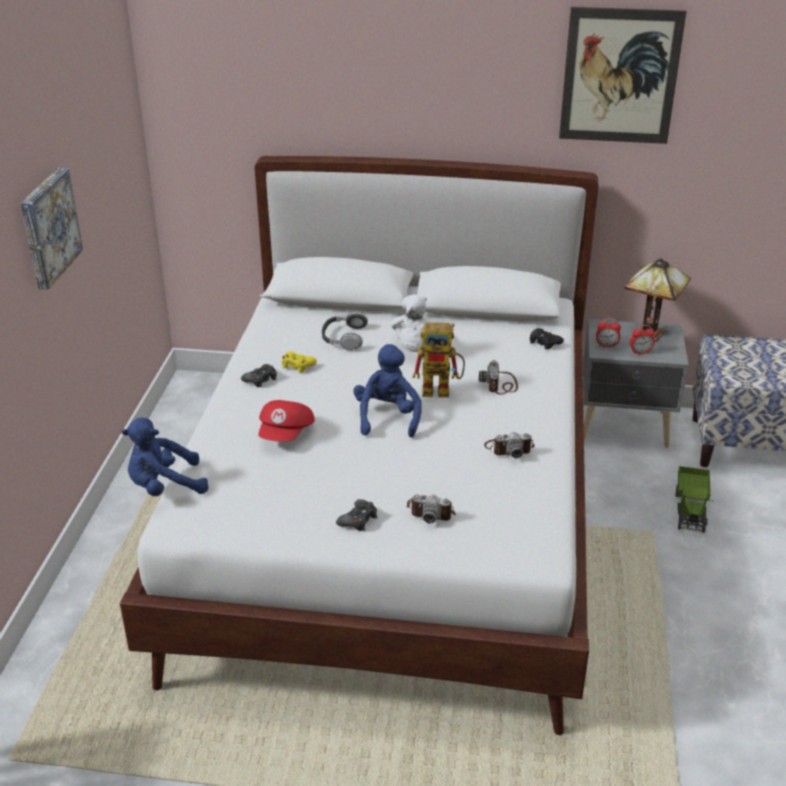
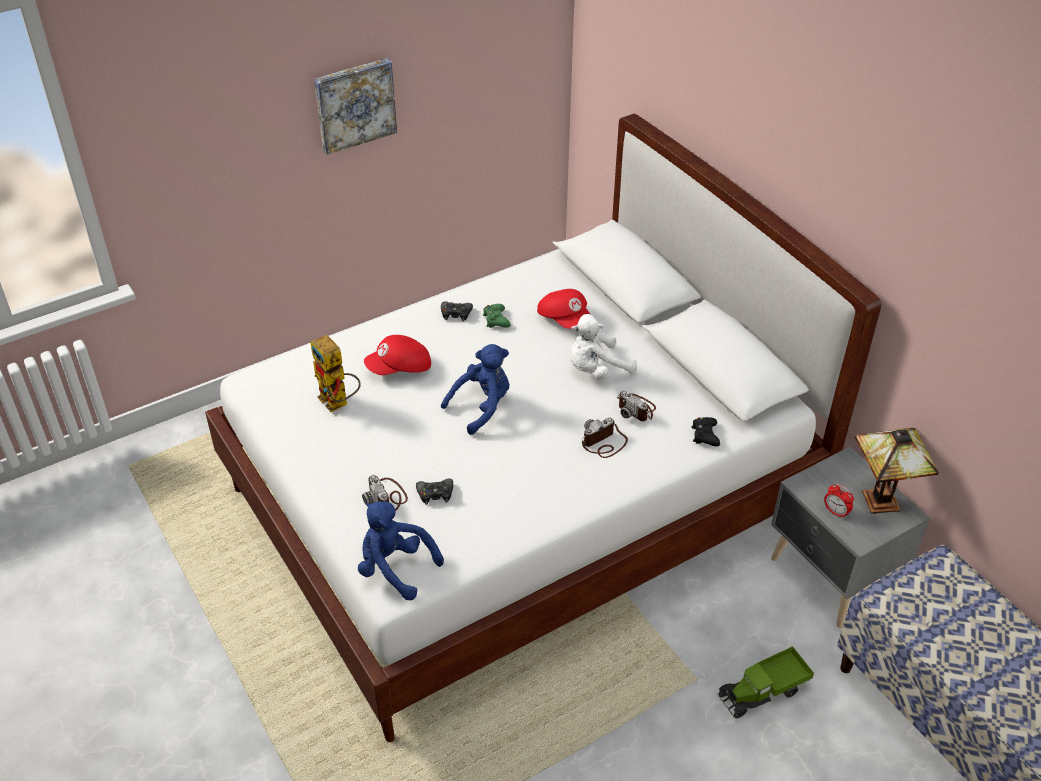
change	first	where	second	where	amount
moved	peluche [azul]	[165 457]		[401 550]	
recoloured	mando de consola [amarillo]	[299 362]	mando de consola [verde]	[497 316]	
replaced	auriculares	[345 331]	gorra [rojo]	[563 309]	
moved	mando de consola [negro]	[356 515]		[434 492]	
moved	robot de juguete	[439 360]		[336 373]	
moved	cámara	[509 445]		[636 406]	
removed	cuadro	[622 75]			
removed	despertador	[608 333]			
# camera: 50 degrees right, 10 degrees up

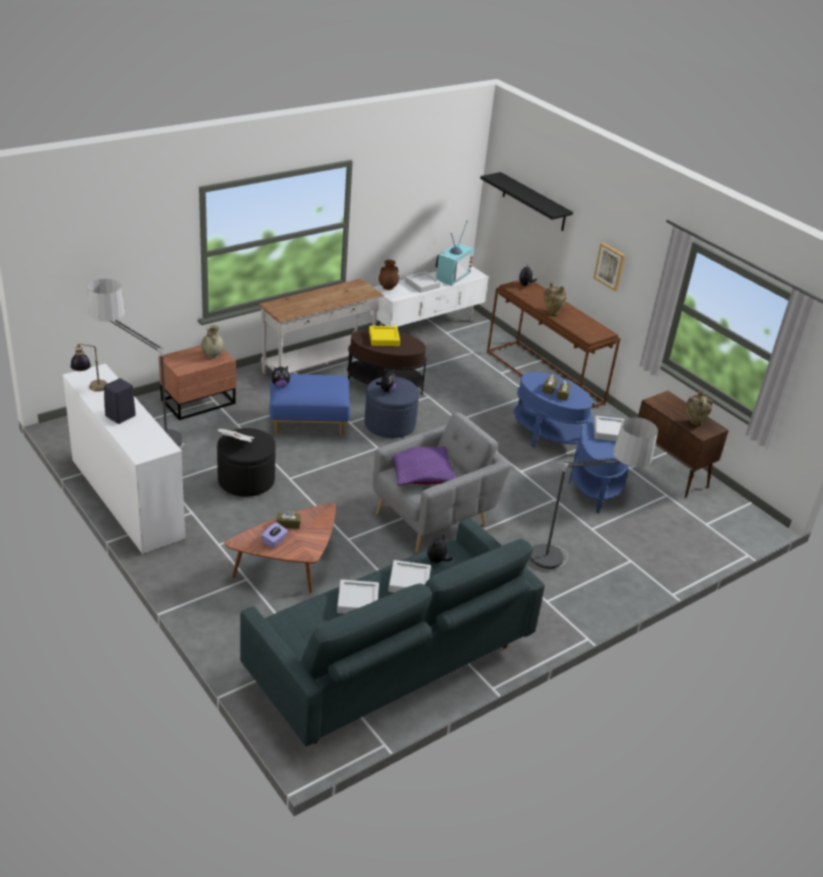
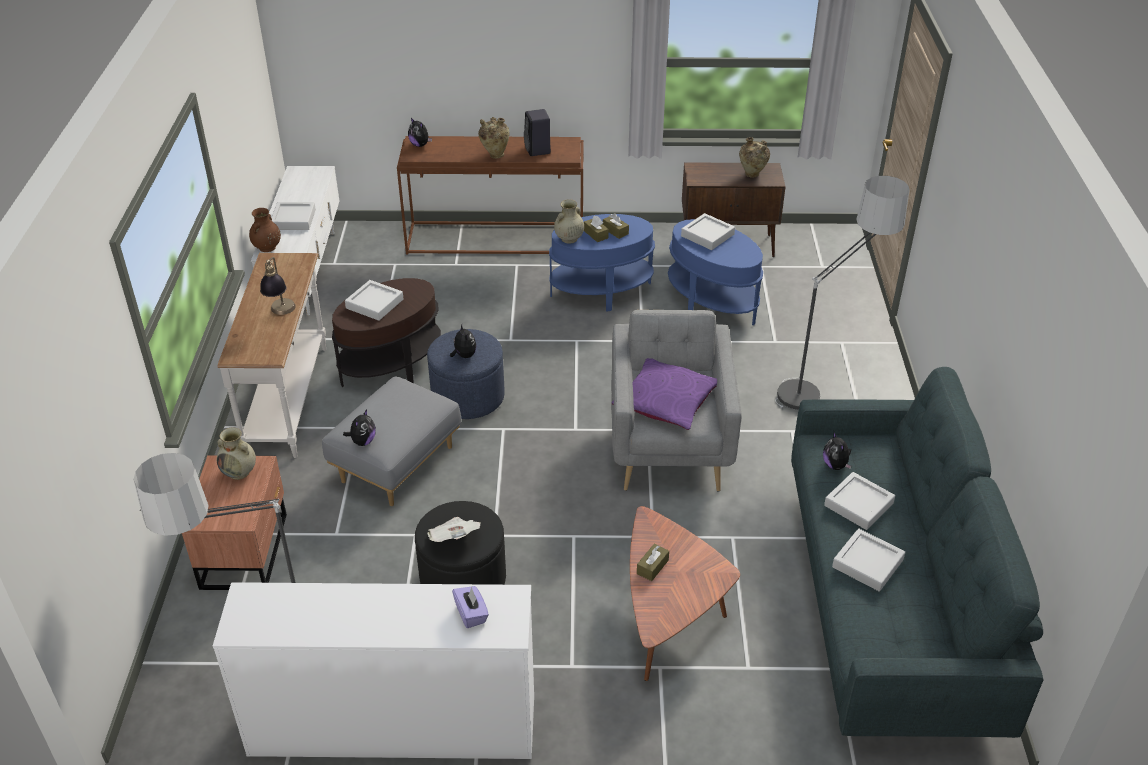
change	first	where	second	where	amount
moved	lámpara de mesa	[89 367]		[278 286]	
moved	altavoz [negro]	[120 401]		[537 132]	
moved	caja de pañuelos [morado]	[274 535]		[470 607]	
recoloured	puf [azul]	[310 405]	puf [gris]	[391 441]	
recoloured	bandeja [amarillo]	[384 336]	bandeja [gris]	[374 300]	
removed	televisor	[454 253]			
removed	estante [negro]	[526 201]			
removed	cuadro	[609 267]			
added			florero [beis]	[569 221]	
# camera: 50 degrees left, 5 degrees up

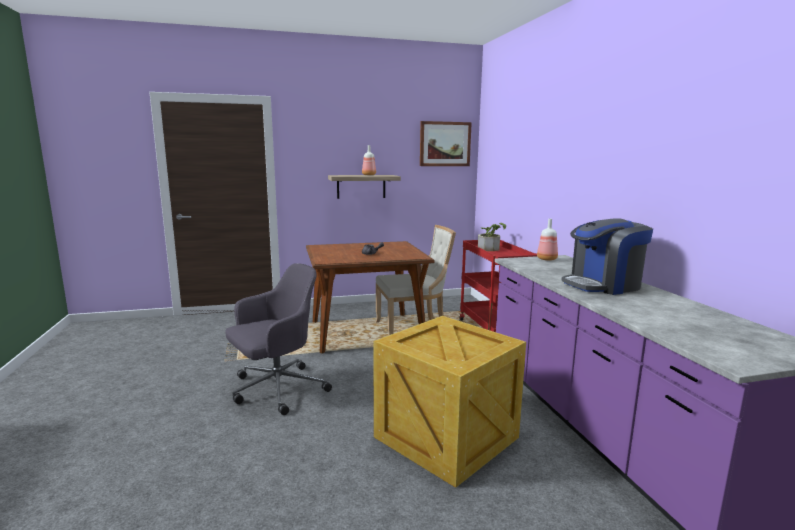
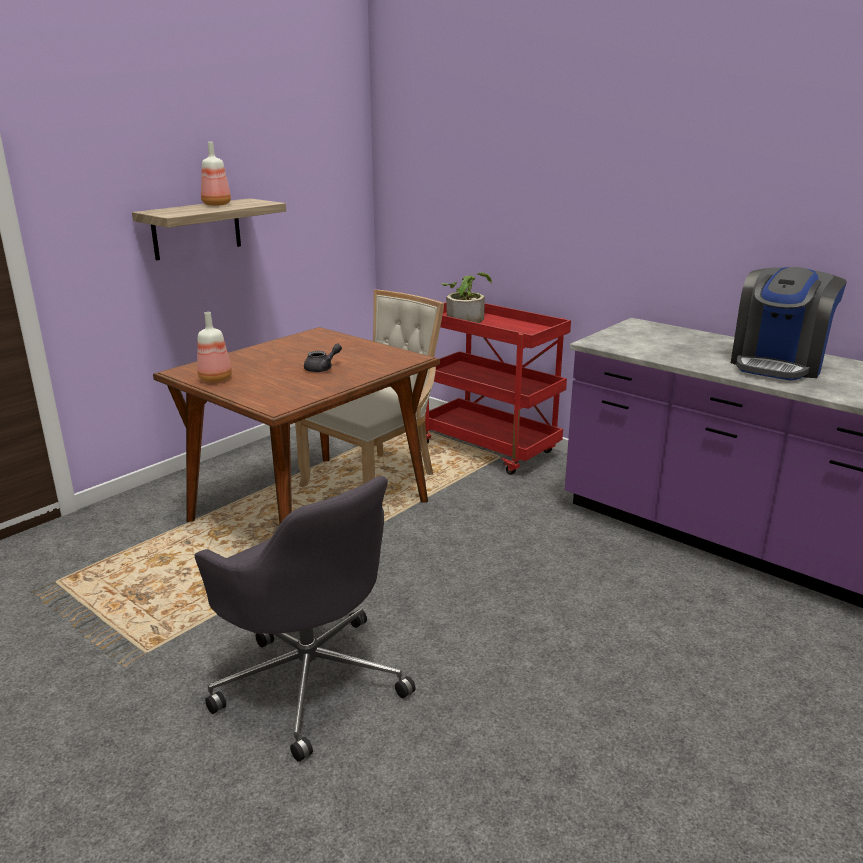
change	first	where	second	where	amount
turned	silla de oficina [gris]	[278 339]		[305 619]	120 degrees clockwise
removed	caja de embalaje	[449 402]			
removed	cuadro	[446 143]			
moved	botella	[547 240]		[214 347]	
# camera: 35 degrees left, 10 degrees up

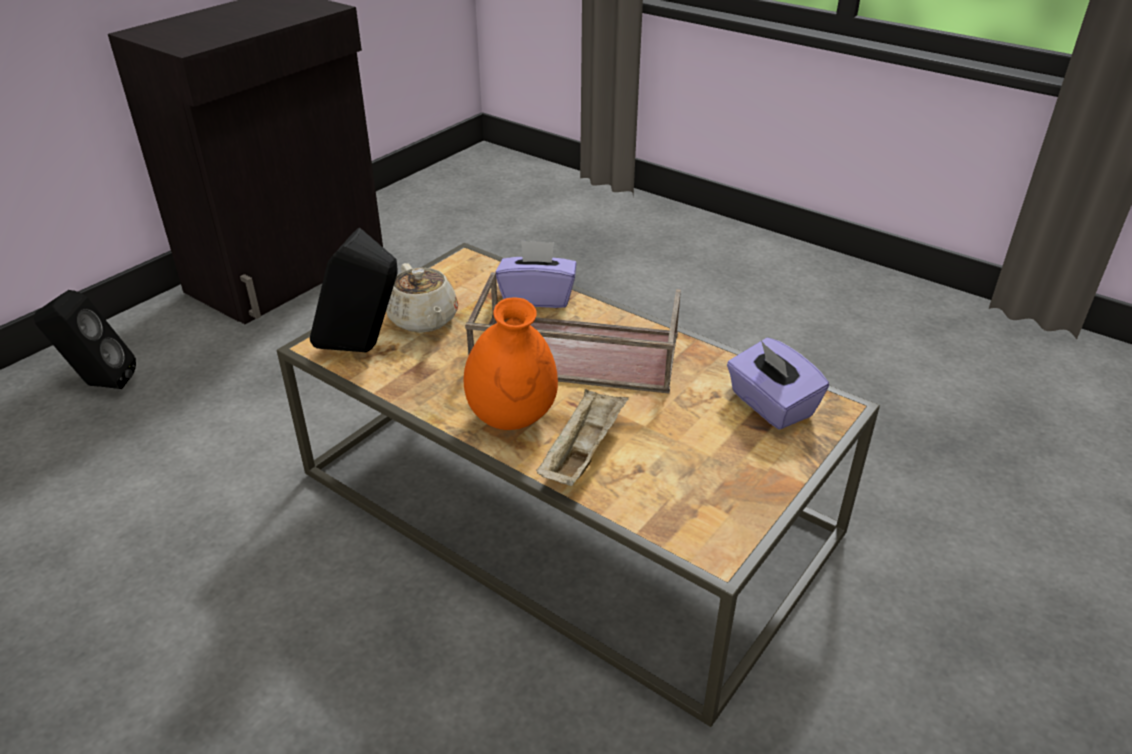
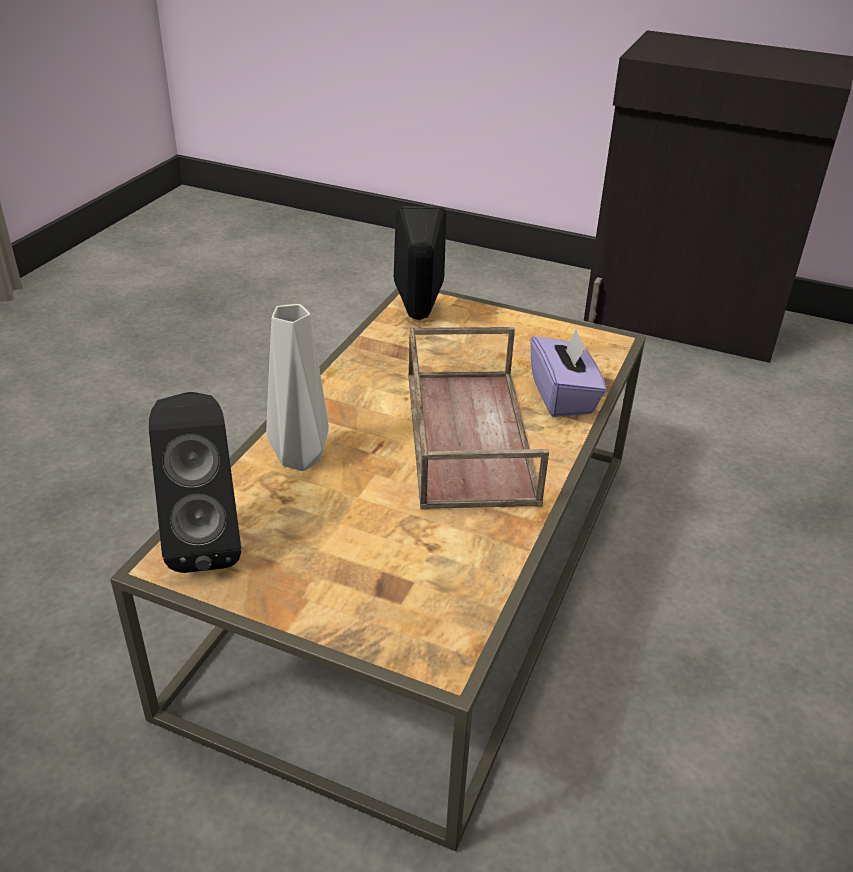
change	first	where	second	where	amount
moved	altavoz [negro]	[85 339]		[195 482]	
removed	tetera [beis]	[422 298]			
removed	florero [naranja]	[511 363]			
replaced	bandeja [beis]	[582 437]	florero [gris]	[297 387]	
removed	caja de pañuelos [morado]	[778 384]			
# camera: 75 degrees right, 0 degrees up

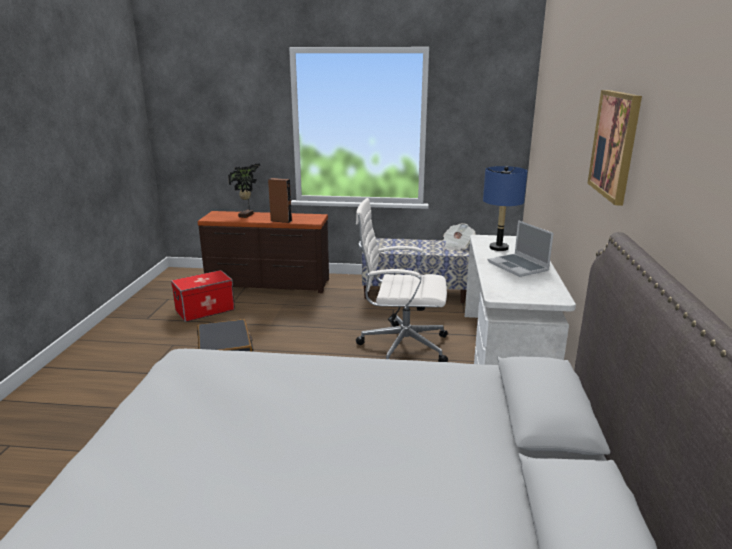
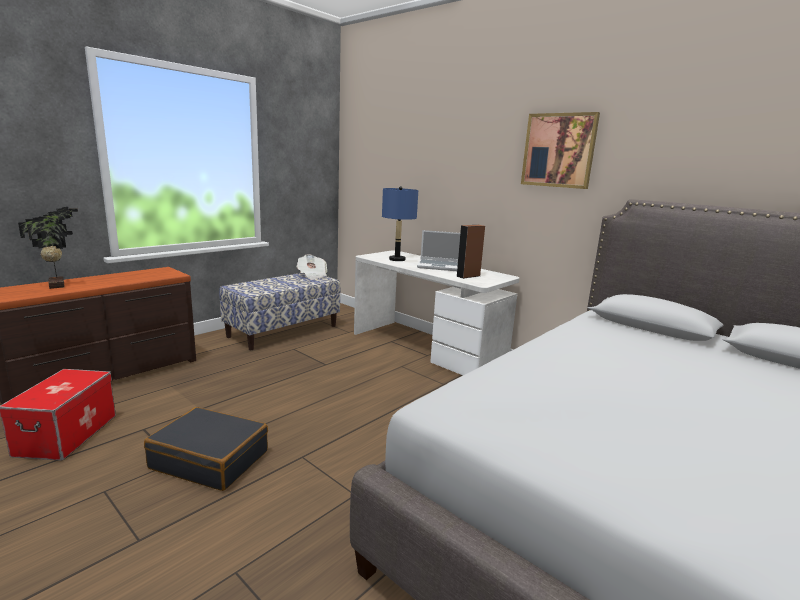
change	first	where	second	where	amount
moved	altavoz [marrón]	[280 200]		[470 252]	
removed	silla de oficina [blanco]	[402 280]			
# camera: 55 degrees left, 5 degrees down

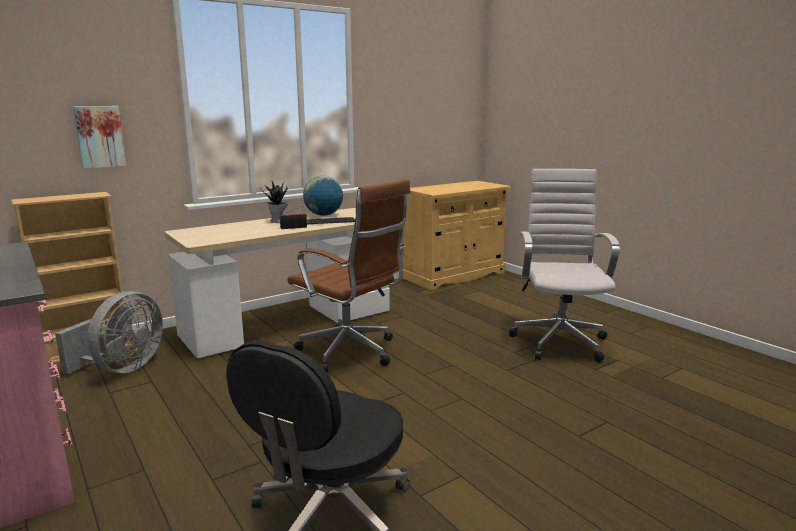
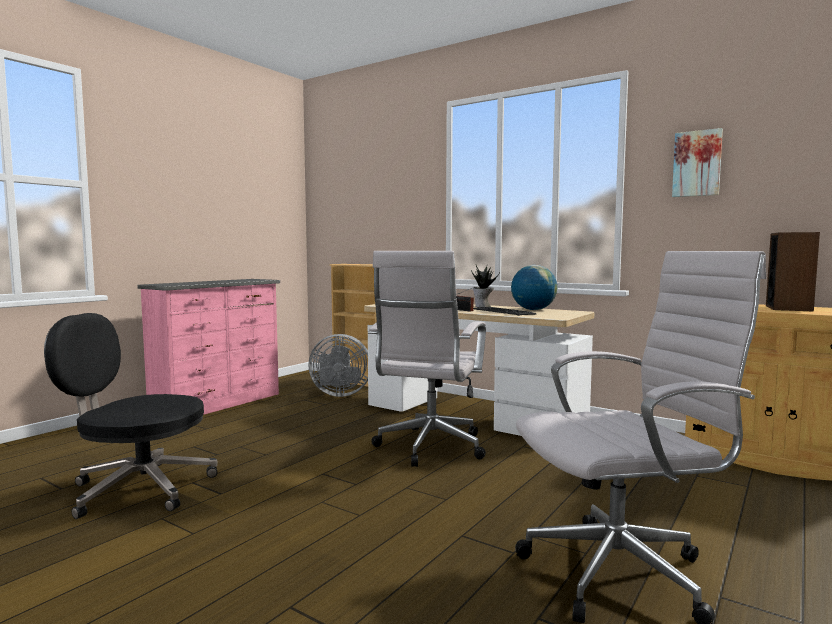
change	first	where	second	where	amount
moved	cuadro	[99 137]		[697 162]	
recoloured	silla de oficina [marrón]	[349 276]	silla de oficina [blanco]	[427 359]	
added			altavoz	[793 272]	
# camera: 70 degrees right, 10 degrees down

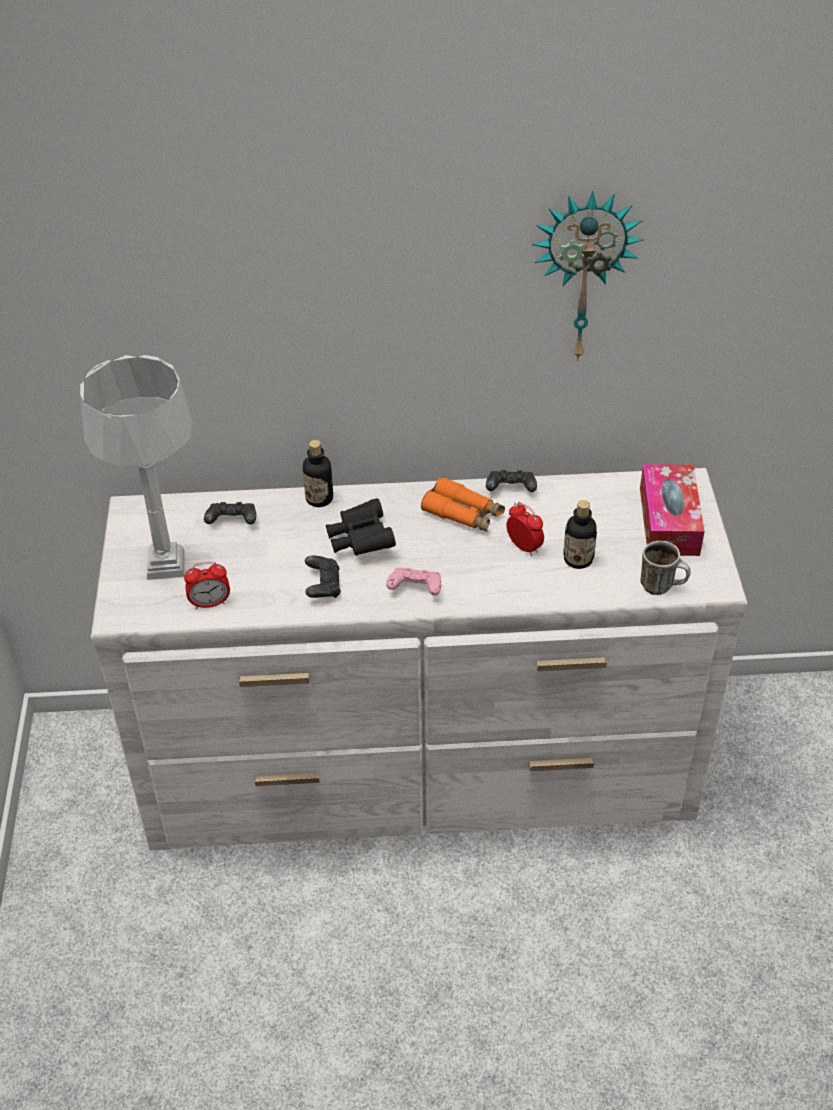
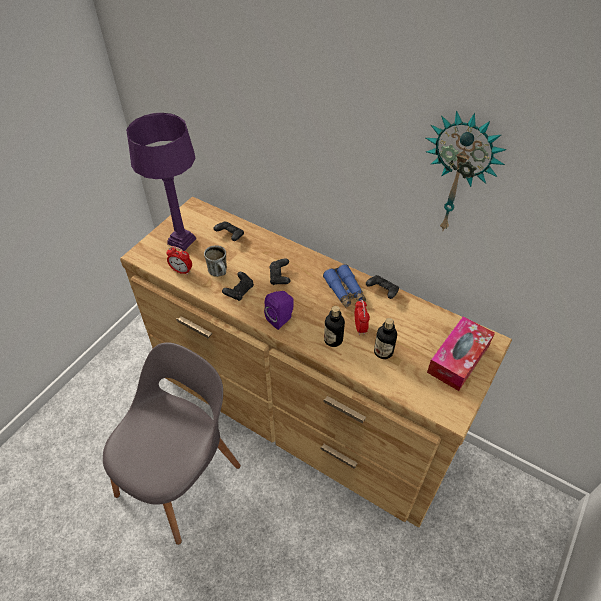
change	first	where	second	where	amount
recoloured	lámpara de mesa [gris]	[136 467]	lámpara de mesa [morado]	[161 182]	
recoloured	cómoda [blanco]	[419 659]	cómoda [marrón]	[316 361]	
moved	botella	[318 473]		[334 326]	
replaced	prismáticos [negro]	[361 527]	mando de consola [negro]	[279 272]	
replaced	mando de consola [rosa]	[413 581]	altavoz [morado]	[279 310]	
recoloured	prismáticos [naranja]	[463 504]	prismáticos [azul]	[344 286]	
moved	taza grande	[665 568]		[215 261]	
added			silla [gris]	[172 443]	
# camera: 35 degrees right, 5 degrees up

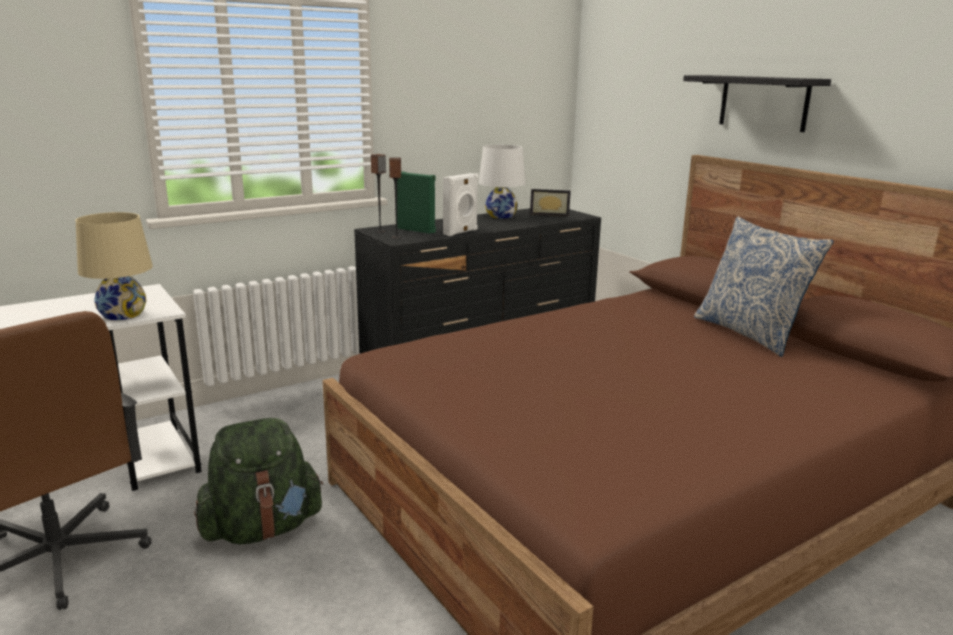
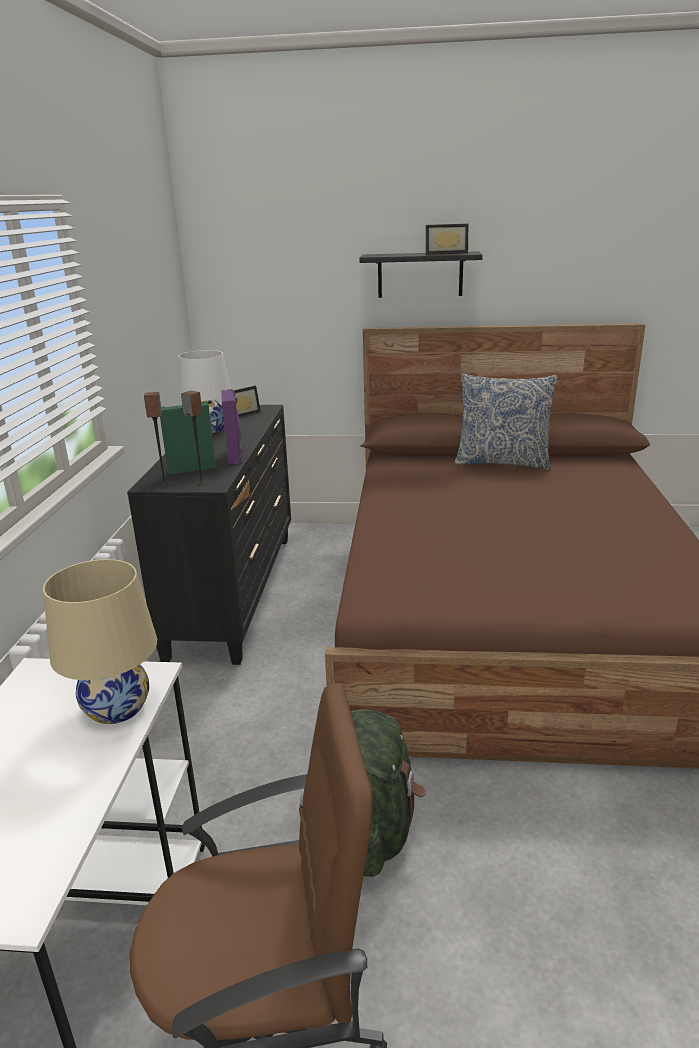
change	first	where	second	where	amount
recoloured	altavoz [blanco]	[460 204]	altavoz [morado]	[231 426]	
added			portarretratos	[447 239]	
# camera: 50 degrees left, 5 degrees up

